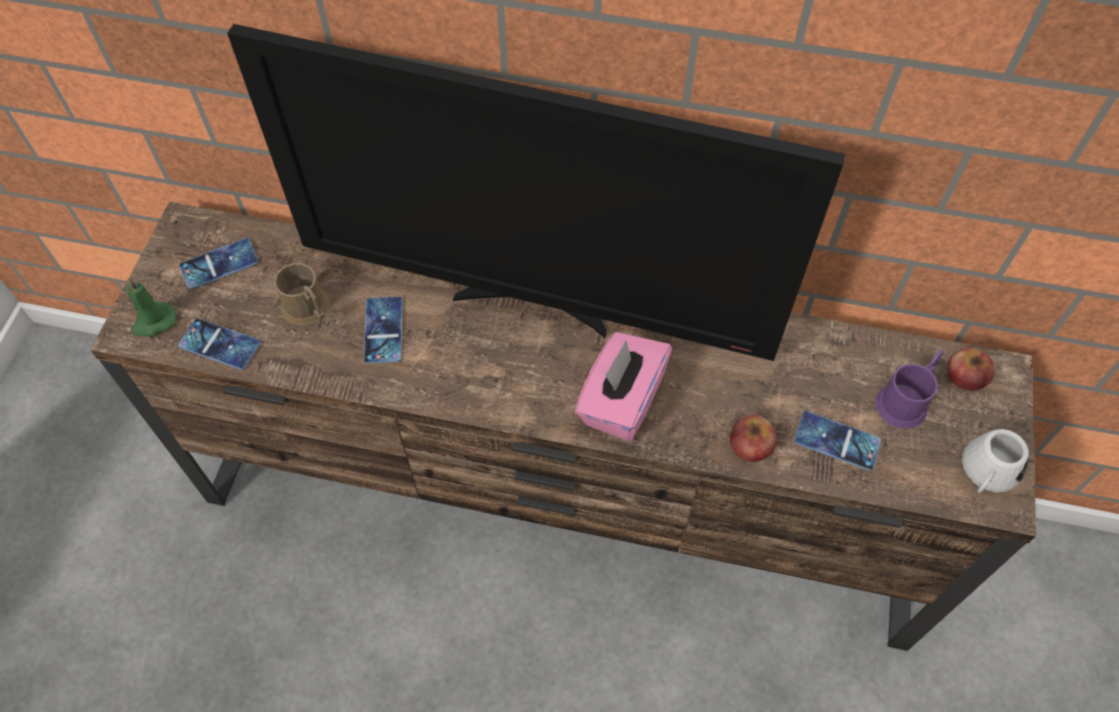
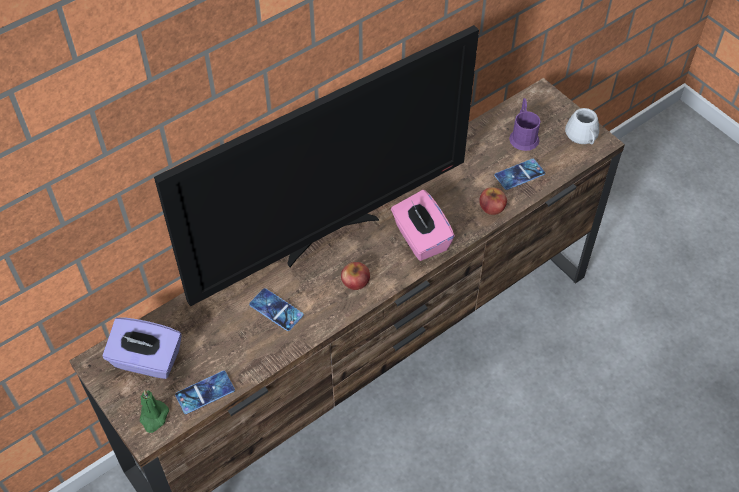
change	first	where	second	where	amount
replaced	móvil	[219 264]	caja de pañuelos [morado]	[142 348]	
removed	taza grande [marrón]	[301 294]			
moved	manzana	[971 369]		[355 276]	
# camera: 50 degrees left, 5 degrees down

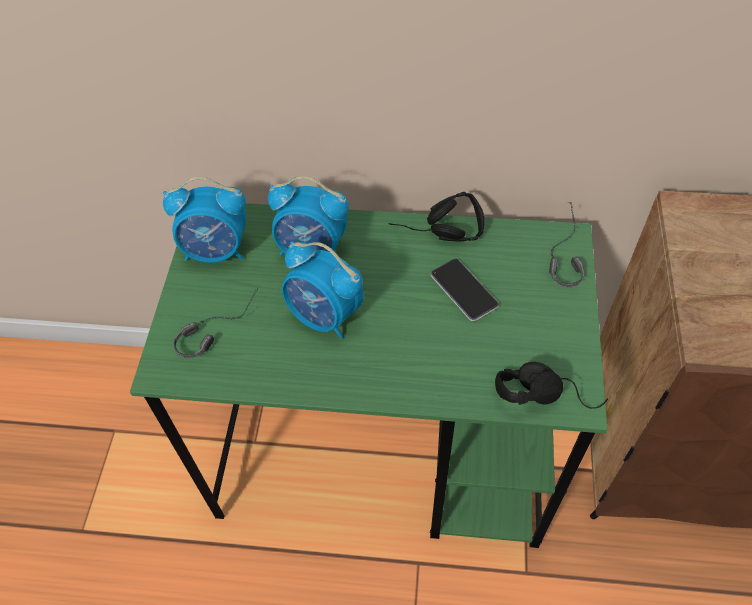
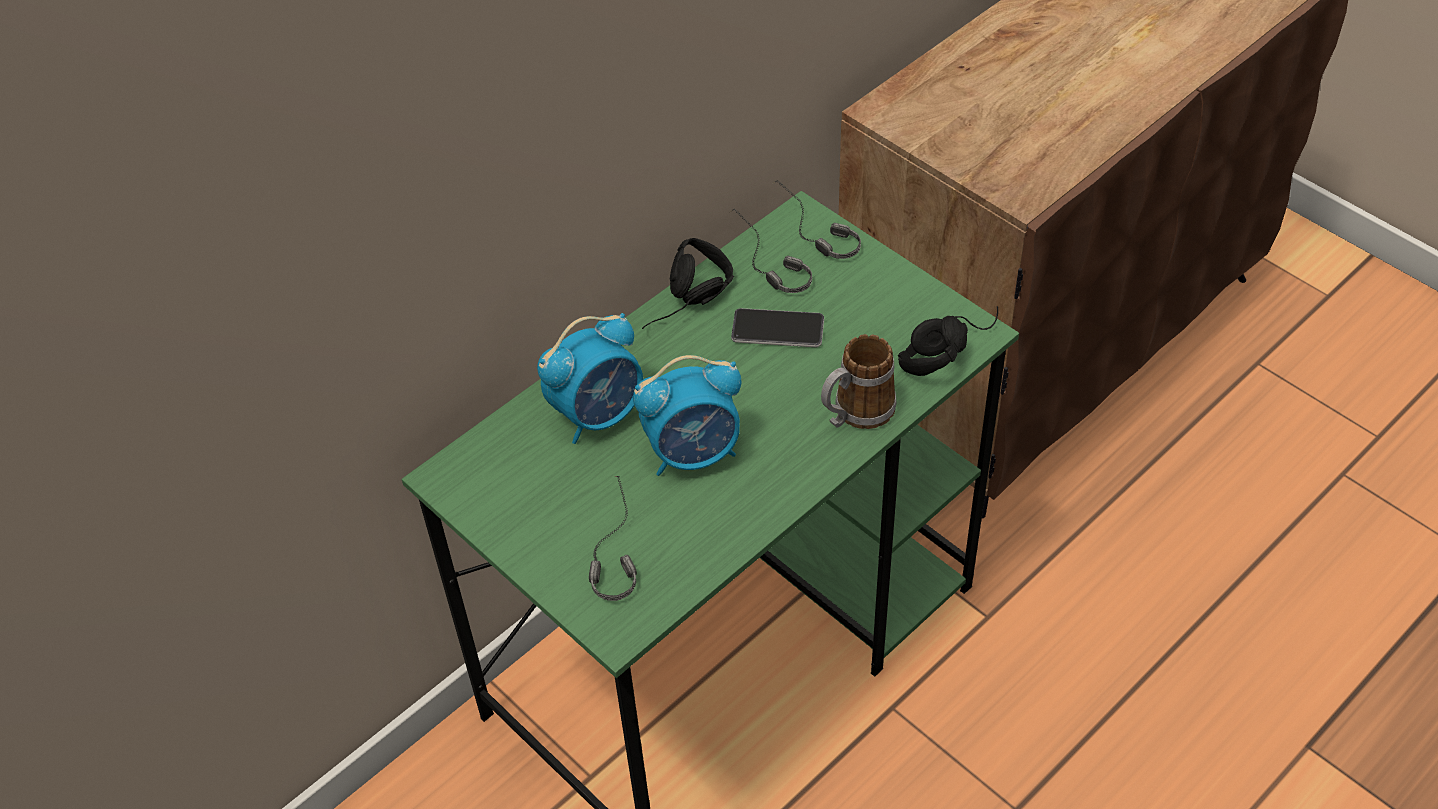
change	first	where	second	where	amount
removed	despertador	[204 220]			
added			auriculares	[771 251]	
added			taza grande	[858 381]	
# camera: 50 degrees left, 5 degrees down

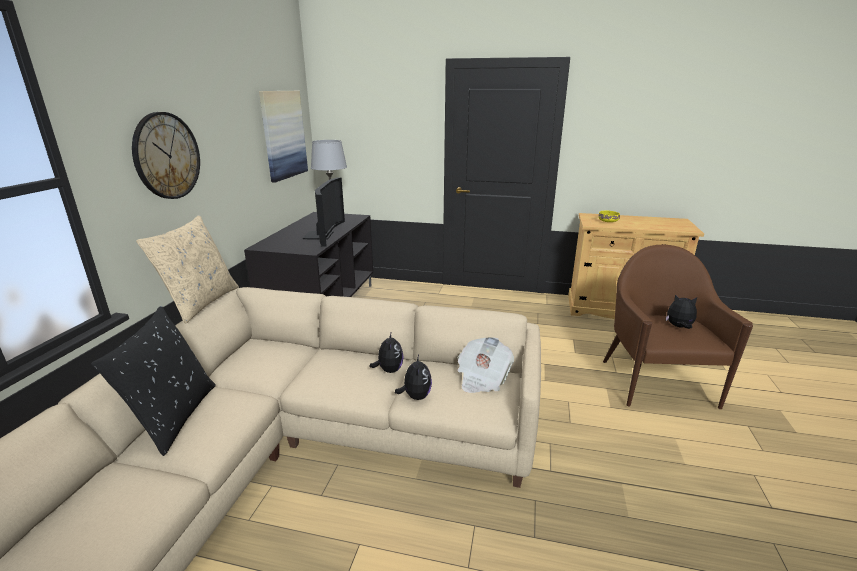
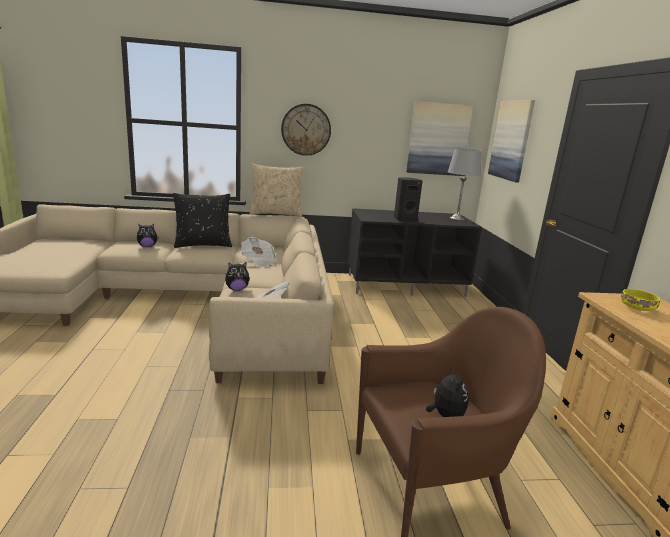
change	first	where	second	where	amount
replaced	televisor	[324 211]	altavoz [negro]	[408 199]	
moved	peluche	[387 353]		[148 235]	
added			periódico	[259 252]	
added			cuadro	[511 141]	
# camera: 70 degrees right, 5 degrees down

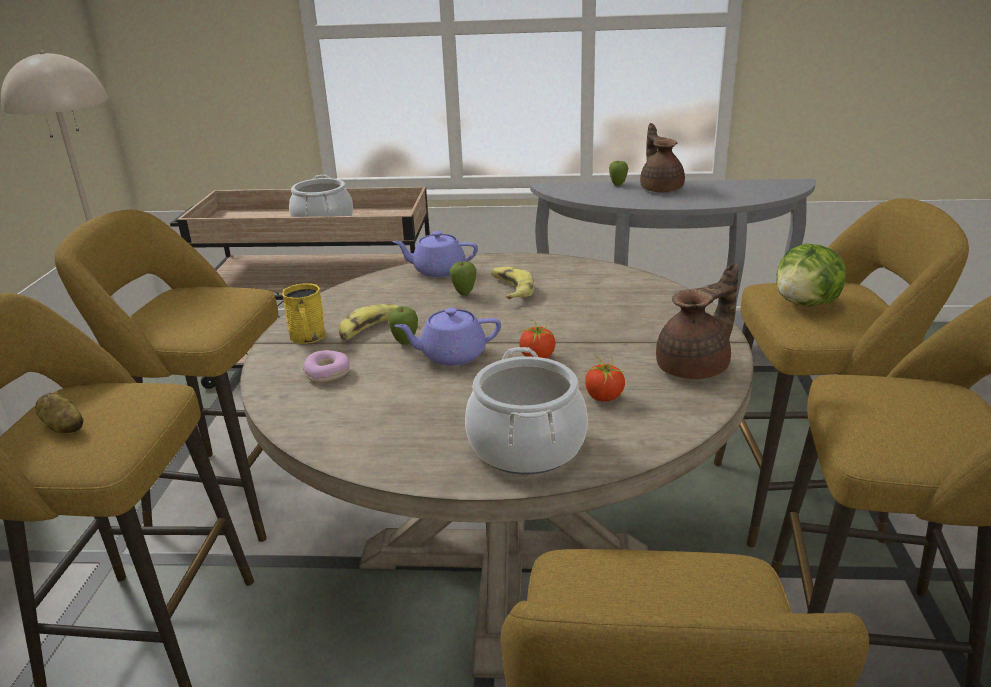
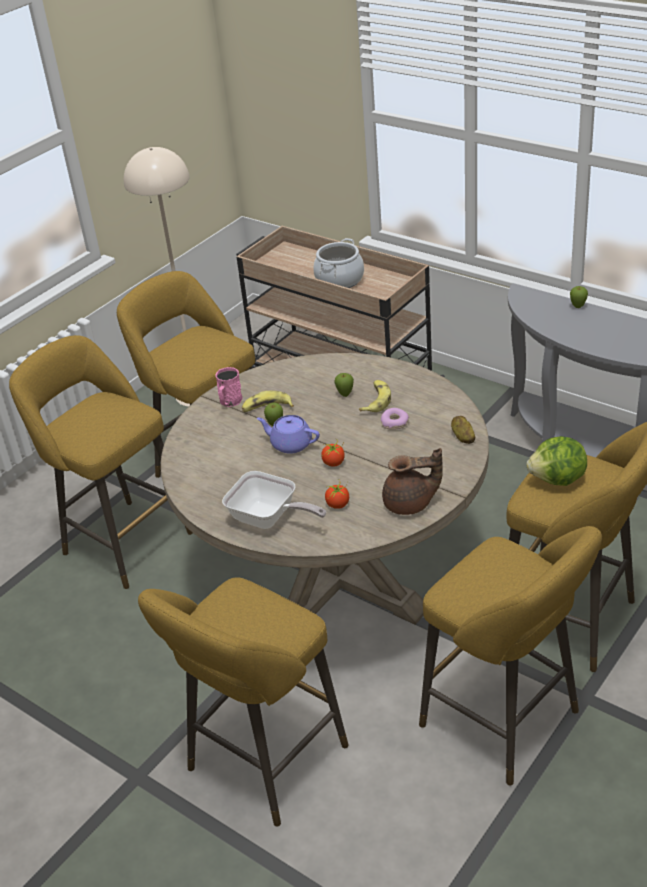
change	first	where	second	where	amount
moved	patata	[59 413]		[463 430]	
recoloured	taza grande [amarillo]	[303 313]	taza grande [rosa]	[229 387]	
moved	rosquilla	[326 366]		[395 419]	
removed	tetera [morado]	[435 254]			
replaced	olla	[526 410]	sartén	[274 500]	
removed	tetera [marrón]	[662 157]			
# camera: 35 degrees right, 10 degrees up

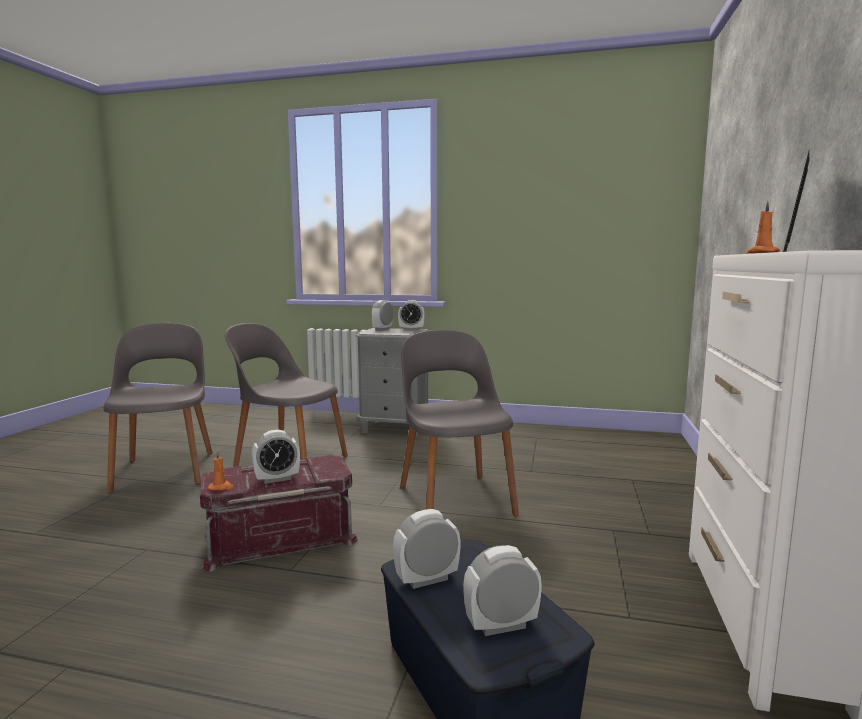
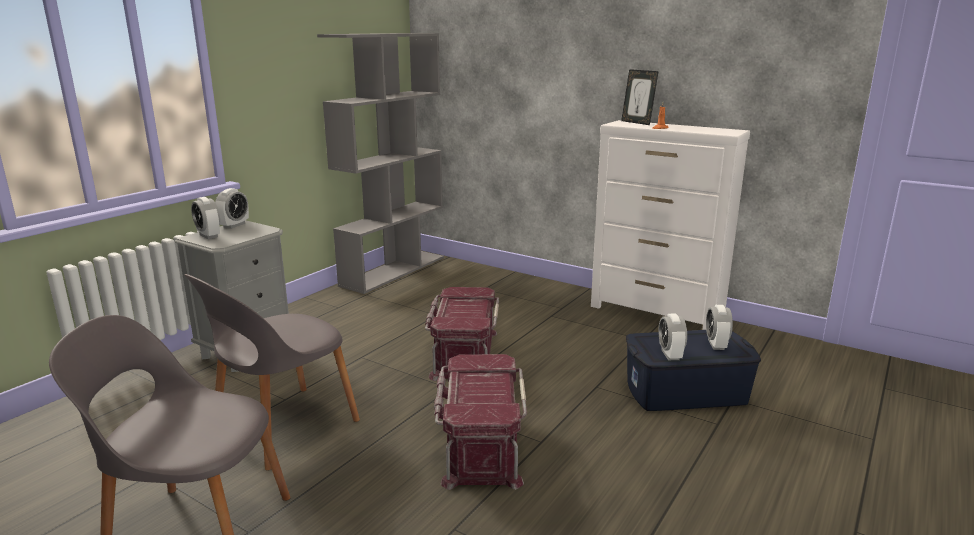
change	first	where	second	where	amount
removed	vela [naranja]	[221 470]			
removed	despertador	[275 457]			
replaced	silla [gris]	[459 423]	caja de almacenaje [rojo]	[462 334]	
added			estantería [gris]	[380 163]	
# camera: 70 degrees left, 10 degrees up

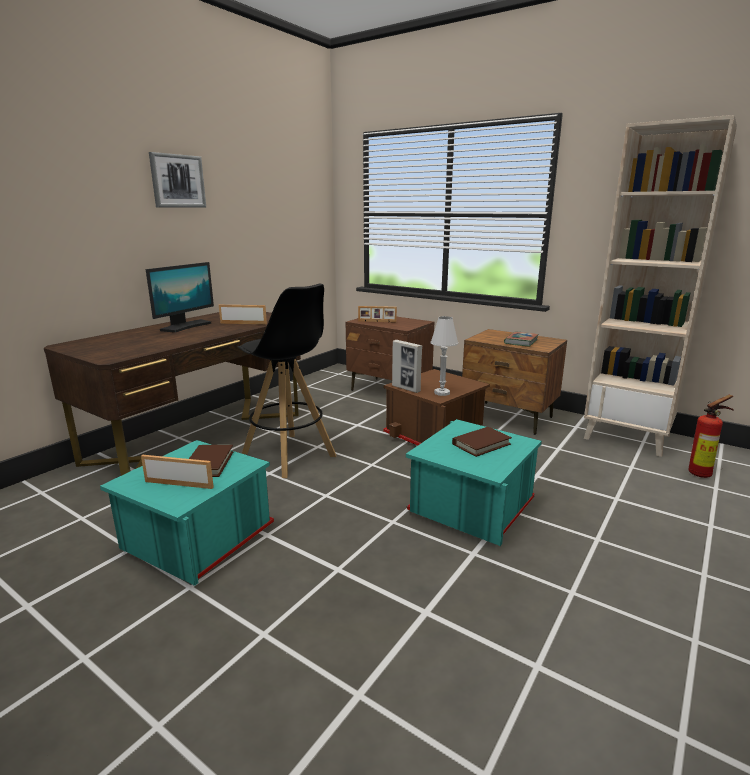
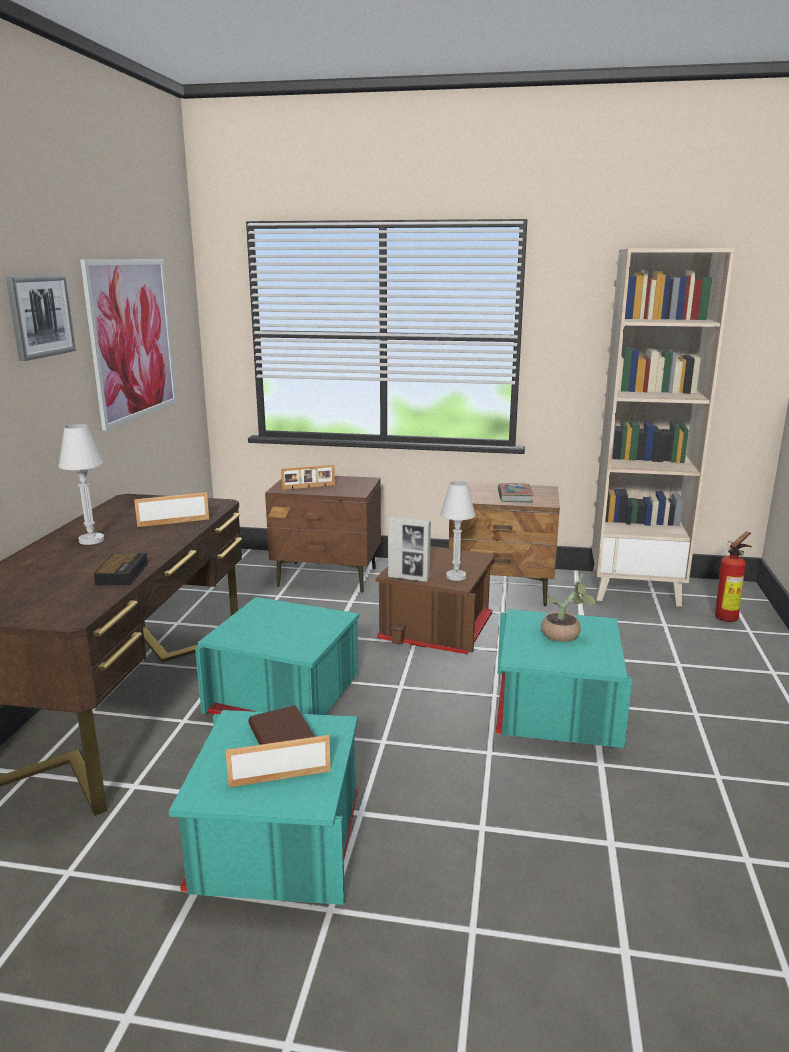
change	first	where	second	where	amount
replaced	monitor	[180 297]	lámpara de mesa [blanco]	[81 484]	
replaced	taburete [negro]	[286 380]	caja de almacenaje [turquesa]	[277 656]	
replaced	libro [marrón]	[482 442]	planta en maceta	[569 608]	
added			cuadro	[128 345]	
added			despertador	[121 569]	
# camera: 25 degrees left, 0 degrees up

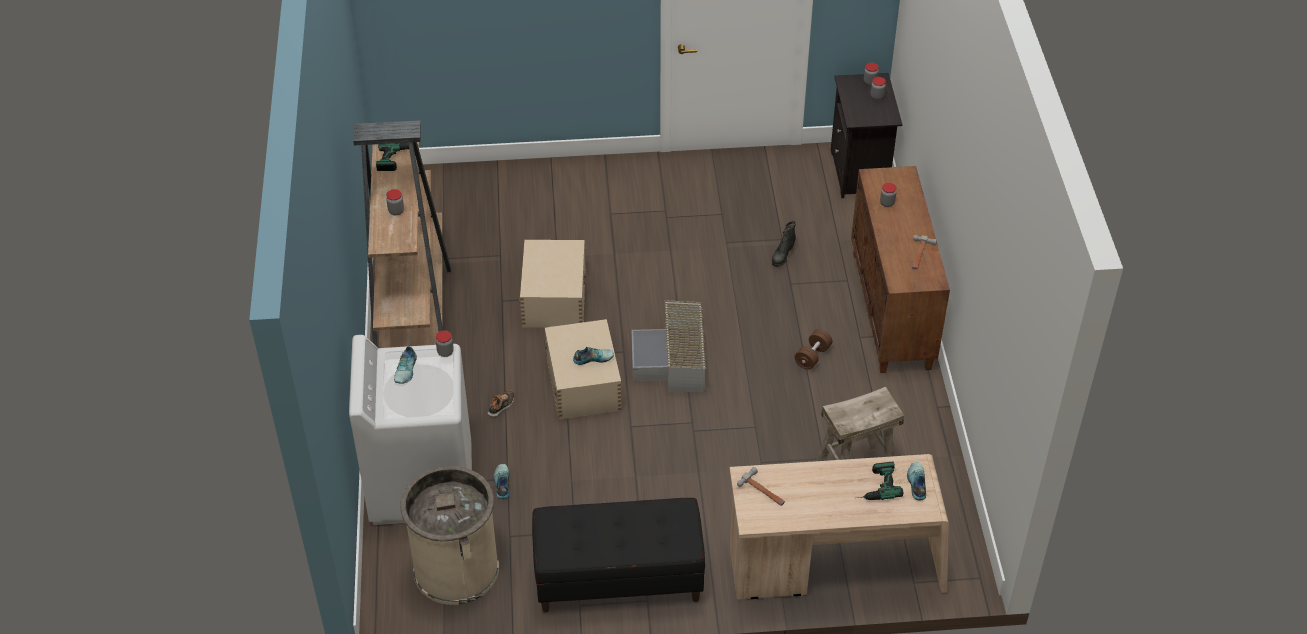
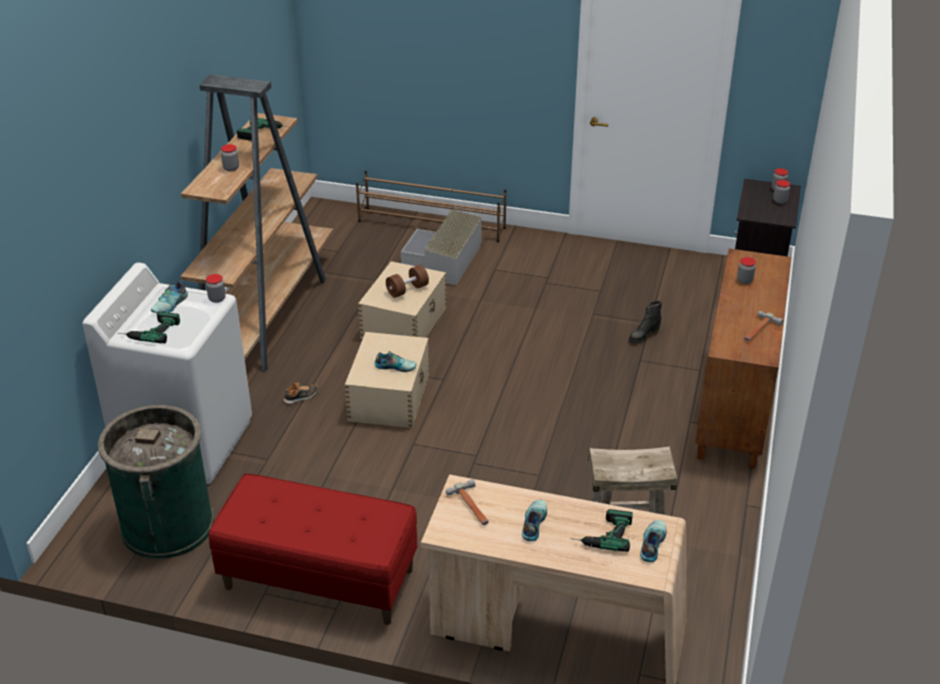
change	first	where	second	where	amount
recoloured	papelera [beis]	[449 535]	papelera [verde]	[156 482]	
moved	zapato	[501 481]		[534 520]	
recoloured	banco [negro]	[618 555]	banco [rojo]	[313 549]	
moved	caja de almacenaje [gris]	[669 346]		[441 247]	
moved	mancuerna [marrón]	[813 349]		[407 281]	
added			taladro	[149 327]	
added			zapatero [marrón]	[431 206]	
# camera: 20 degrees right, 10 degrees down

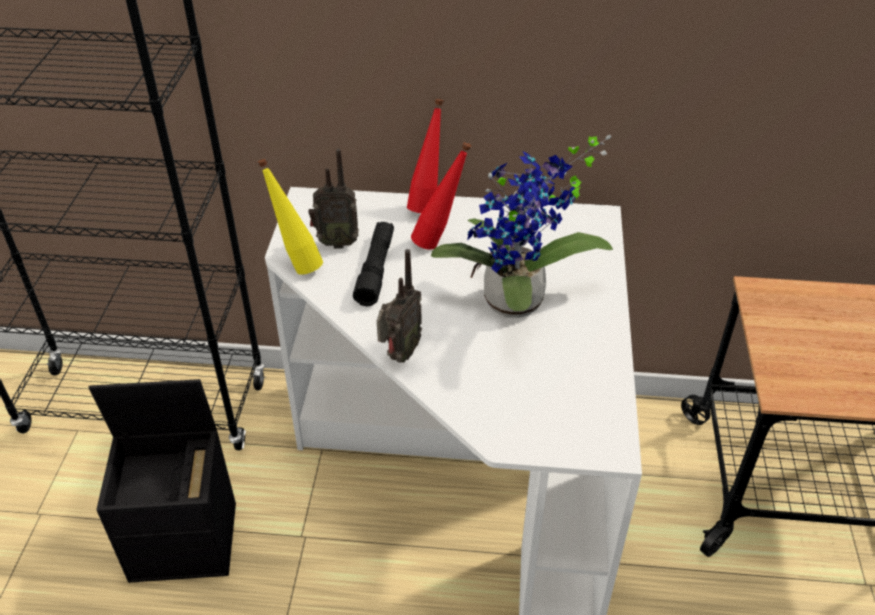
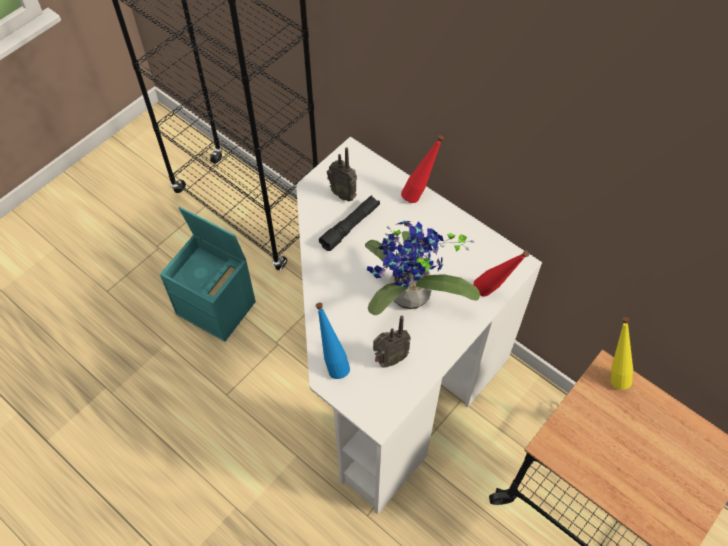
change	first	where	second	where	amount
recoloured	caja de almacenaje [negro]	[162 481]	caja de almacenaje [turquesa]	[208 274]	
moved	botella [amarillo]	[290 217]		[622 353]	
moved	radio	[399 306]		[392 341]	
moved	botella [rojo]	[441 196]		[501 273]	
added			botella [azul]	[333 341]	
# camera: 35 degrees right, 15 degrees up

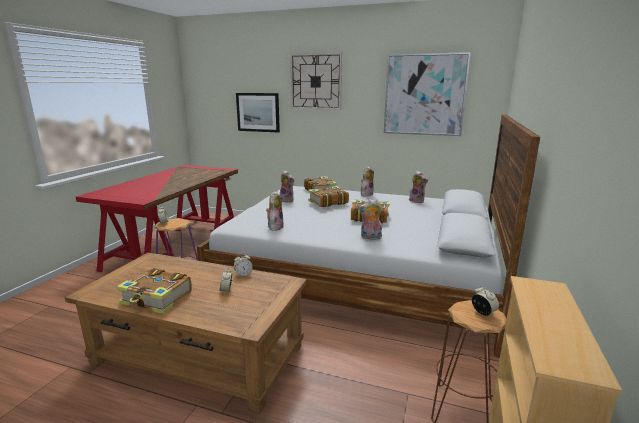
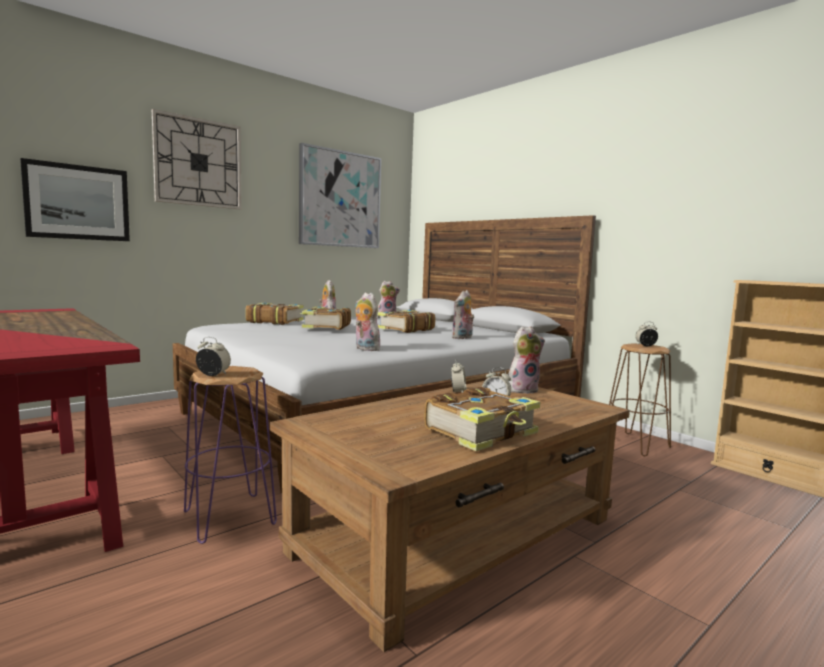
change	first	where	second	where	amount
moved	peluche	[287 186]		[527 360]	
# camera: 60 degrees left, 10 degrees down

